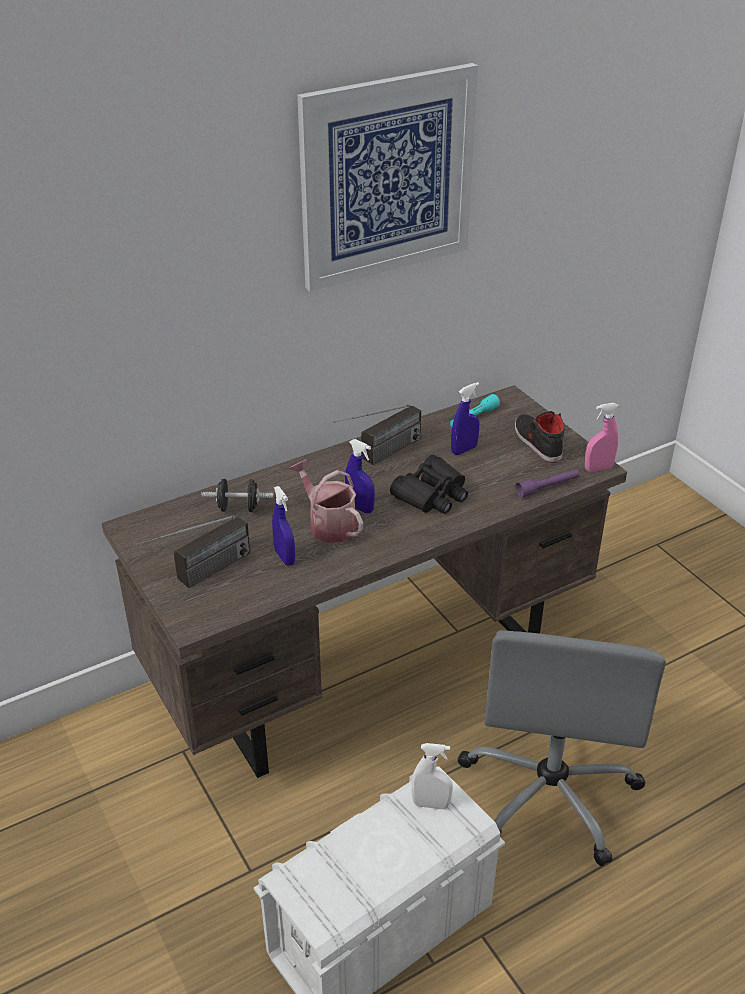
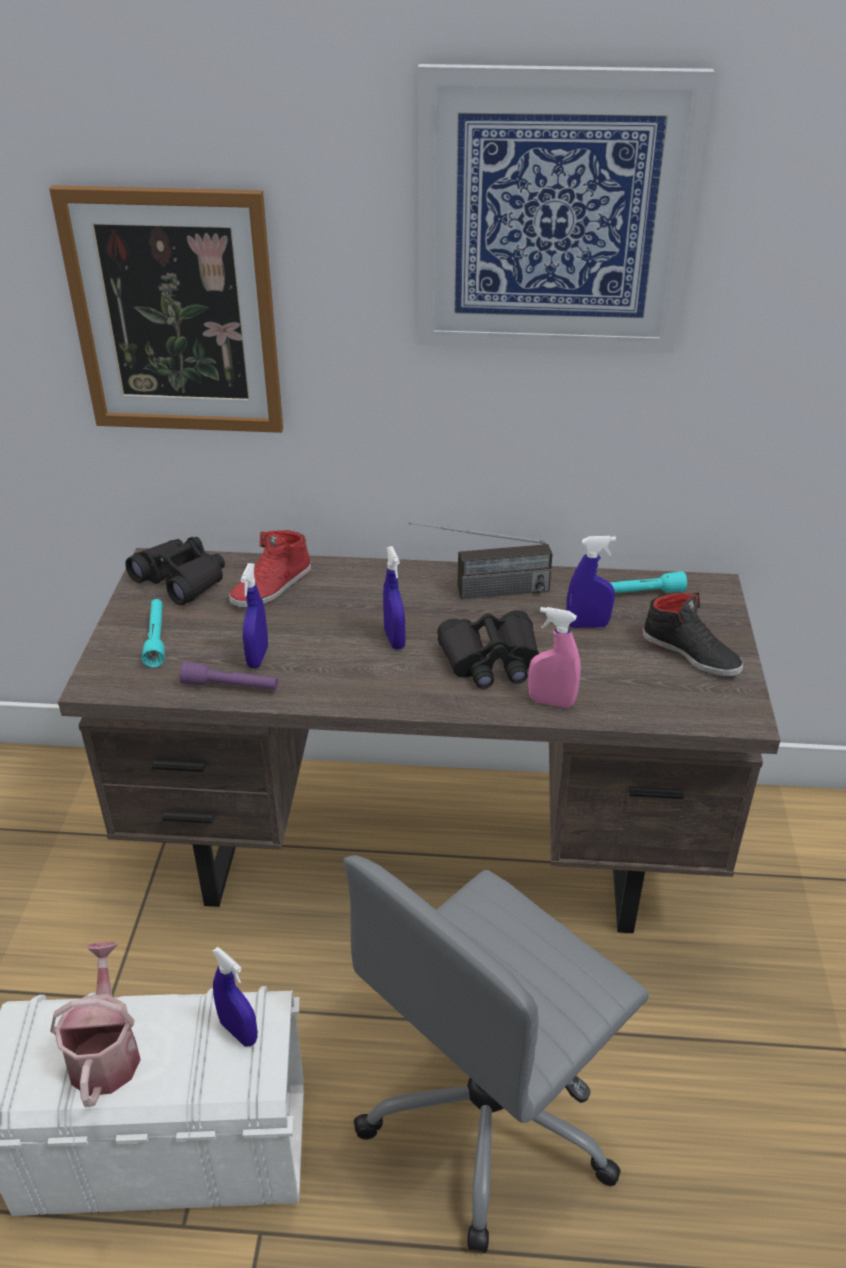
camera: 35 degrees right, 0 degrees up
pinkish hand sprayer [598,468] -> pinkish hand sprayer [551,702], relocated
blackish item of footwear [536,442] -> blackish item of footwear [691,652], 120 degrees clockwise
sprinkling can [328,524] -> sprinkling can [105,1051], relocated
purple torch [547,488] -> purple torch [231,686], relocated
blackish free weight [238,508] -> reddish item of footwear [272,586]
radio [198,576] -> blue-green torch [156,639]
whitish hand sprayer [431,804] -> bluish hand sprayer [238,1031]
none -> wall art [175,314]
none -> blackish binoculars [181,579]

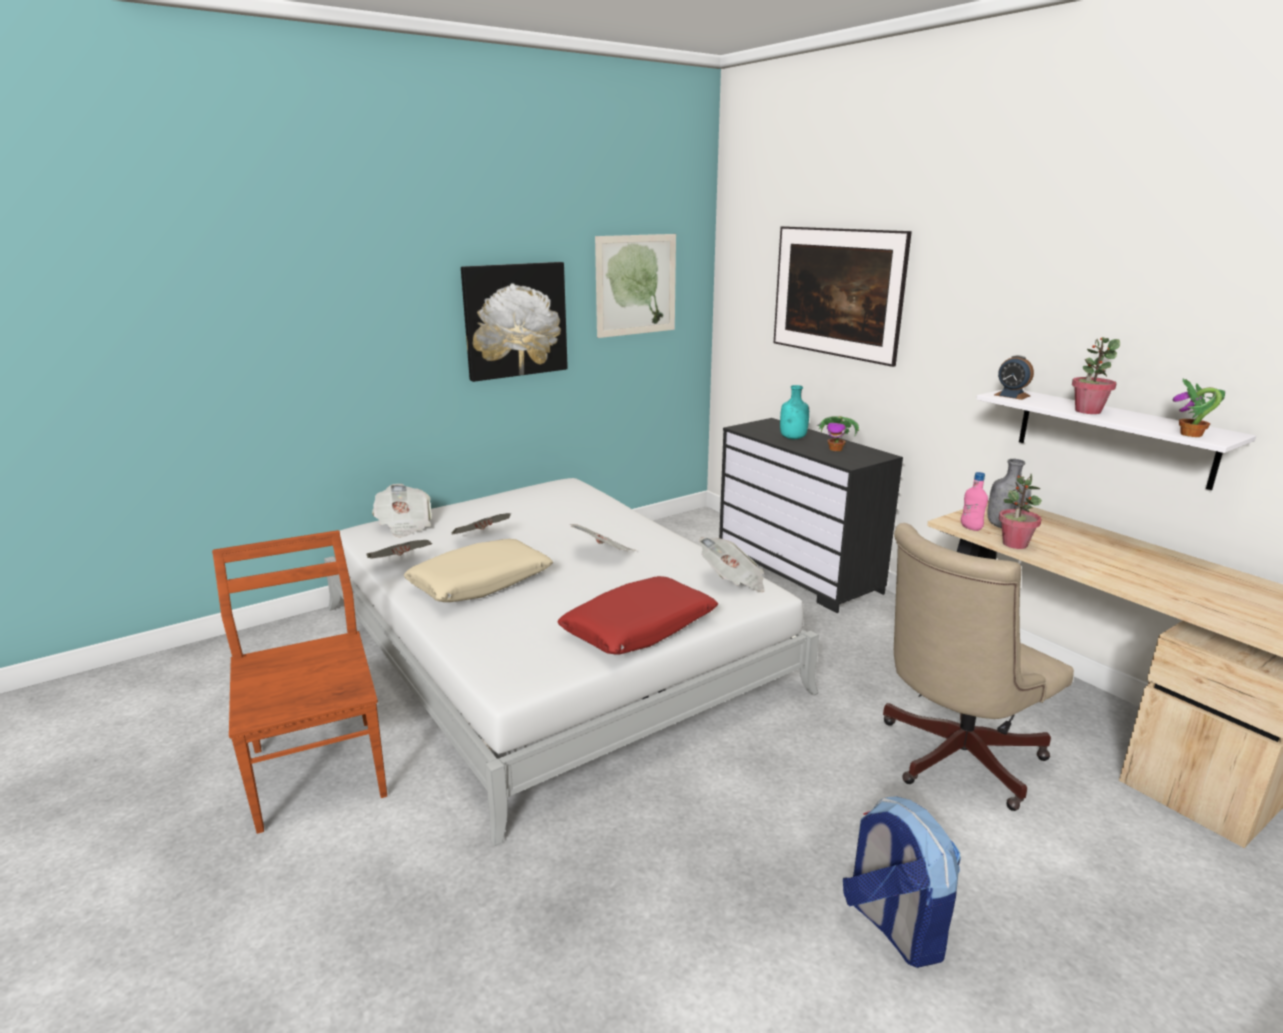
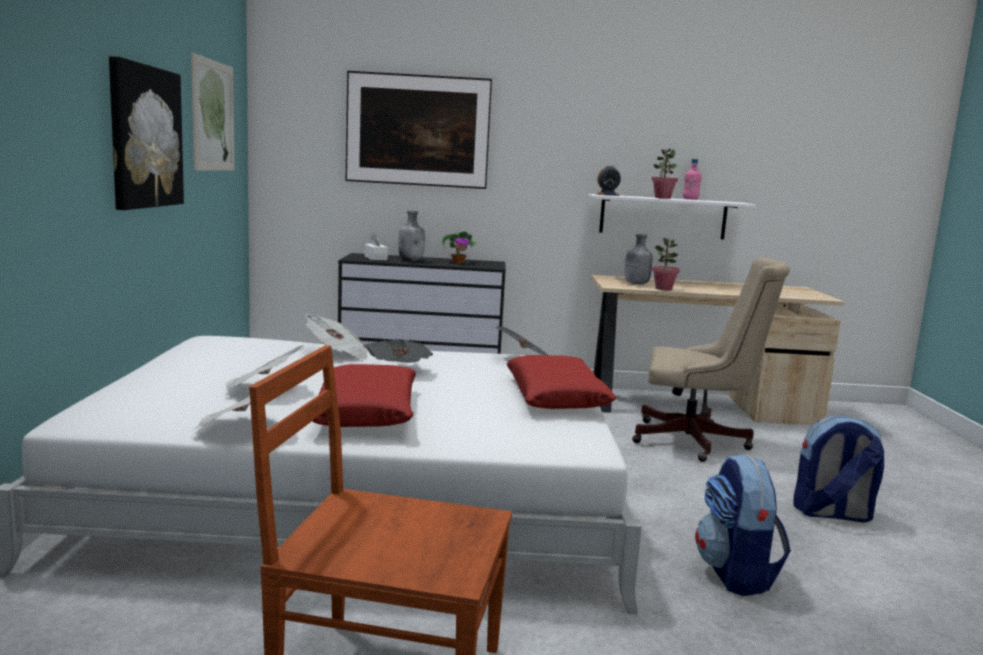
camera: 55 degrees left, 10 degrees down
potted plant [1191,434] -> none
blue-green drink bottle [793,438] -> gray drink bottle [411,260]
pinkish drink bottle [971,528] -> pinkish drink bottle [690,199], relocated
daily paper [404,525] -> daily paper [338,354], relocated
sand-coloured desk chair [952,758] -> sand-coloured desk chair [697,442], 75 degrees counterclockwise
sand-coloured pillow [480,583] -> reddish pillow [367,412]
none -> whitish tissue box [375,258]
none -> knapsack [736,574]

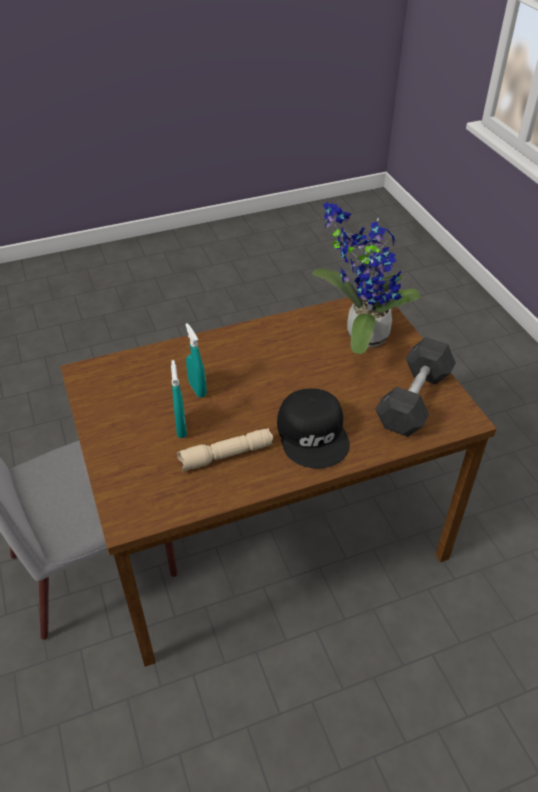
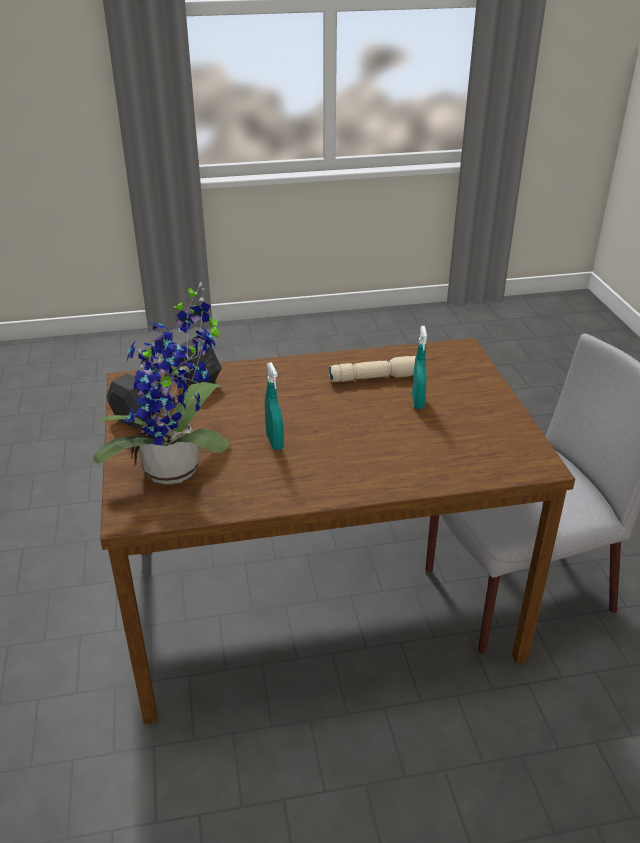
camera: 170 degrees left, 10 degrees down
blue-green hand sprayer [197,389] -> blue-green hand sprayer [274,442], relocated
blackish baseball cap [314,434] -> none

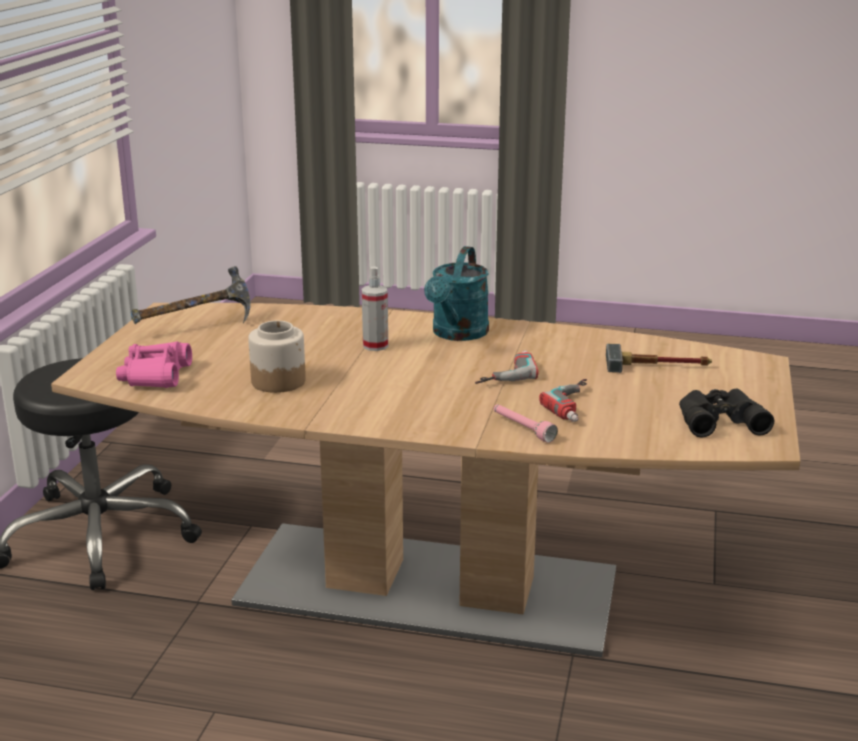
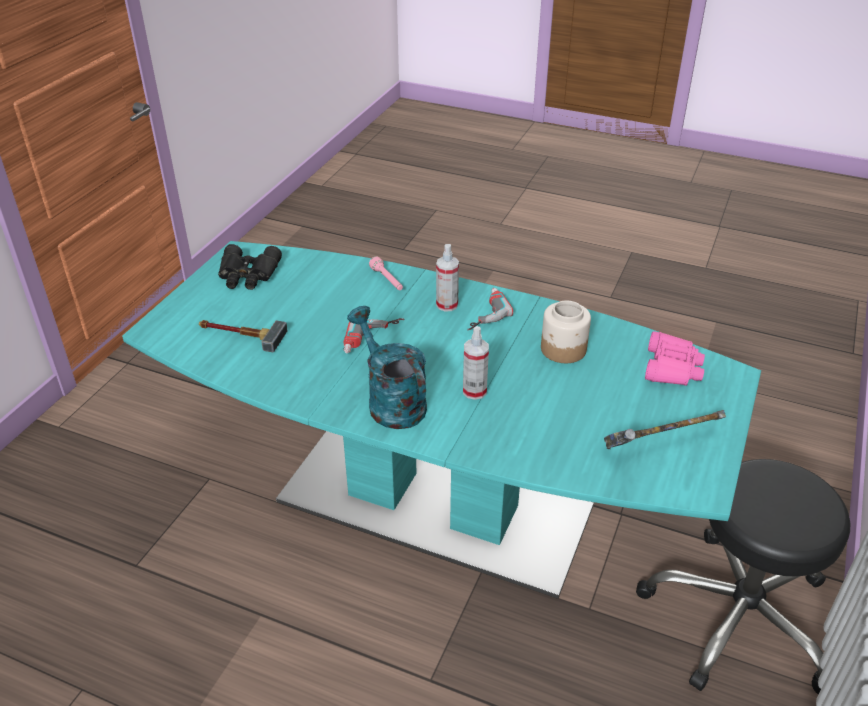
camera: 170 degrees left, 15 degrees up
blue-green sprinkling can [457,334] -> blue-green sprinkling can [391,401], 60 degrees counterclockwise
brown dining table [430,588] -> blue-green dining table [433,503]
drill [579,406] -> drill [482,312], relocated
none -> hand sprayer [447,305]

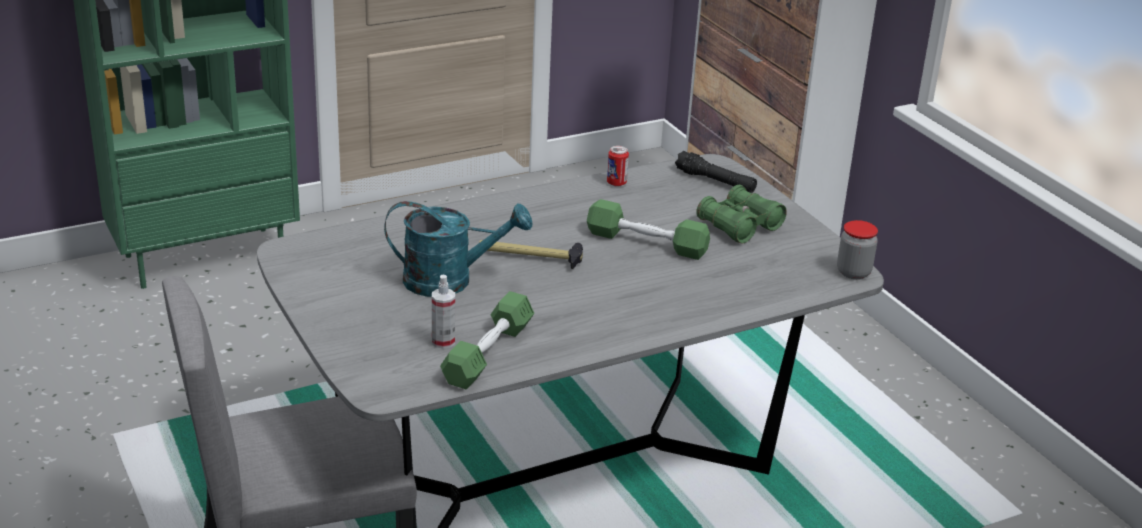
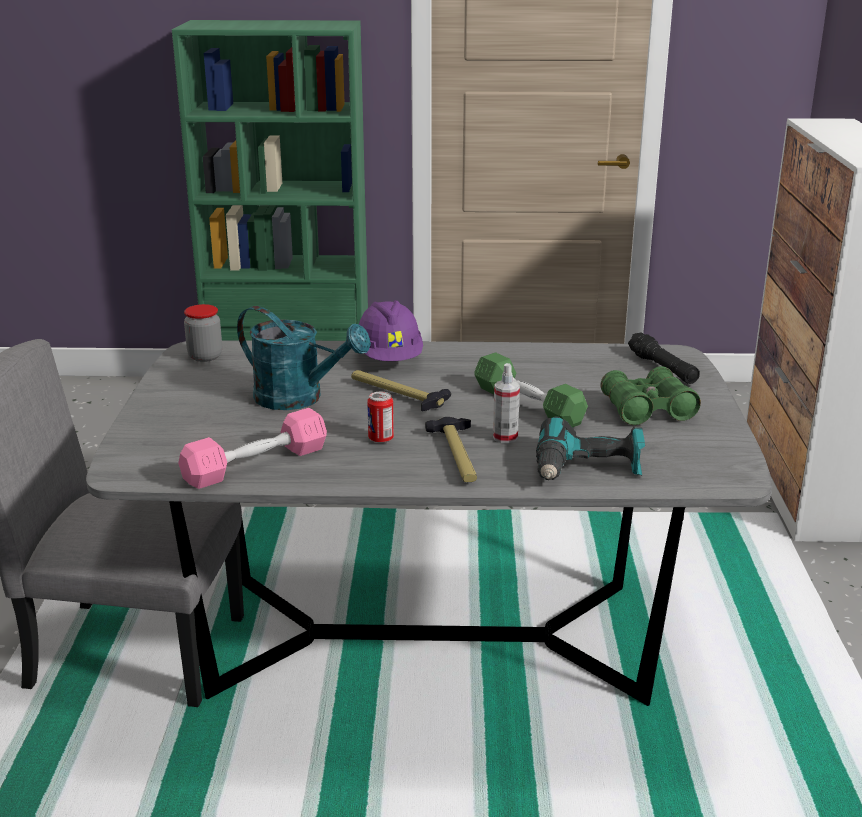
camera: 30 degrees right, 5 degrees down
metal can [616,183] -> metal can [381,439], relocated
preserve jar [853,272] -> preserve jar [205,356], relocated
hand sprayer [443,342] -> hand sprayer [505,437], relocated
greenish free weight [488,354] -> pinkish free weight [256,464]
none -> purple work helmet [389,359]
none -> hand hammer [458,456]
none -> drill [588,469]

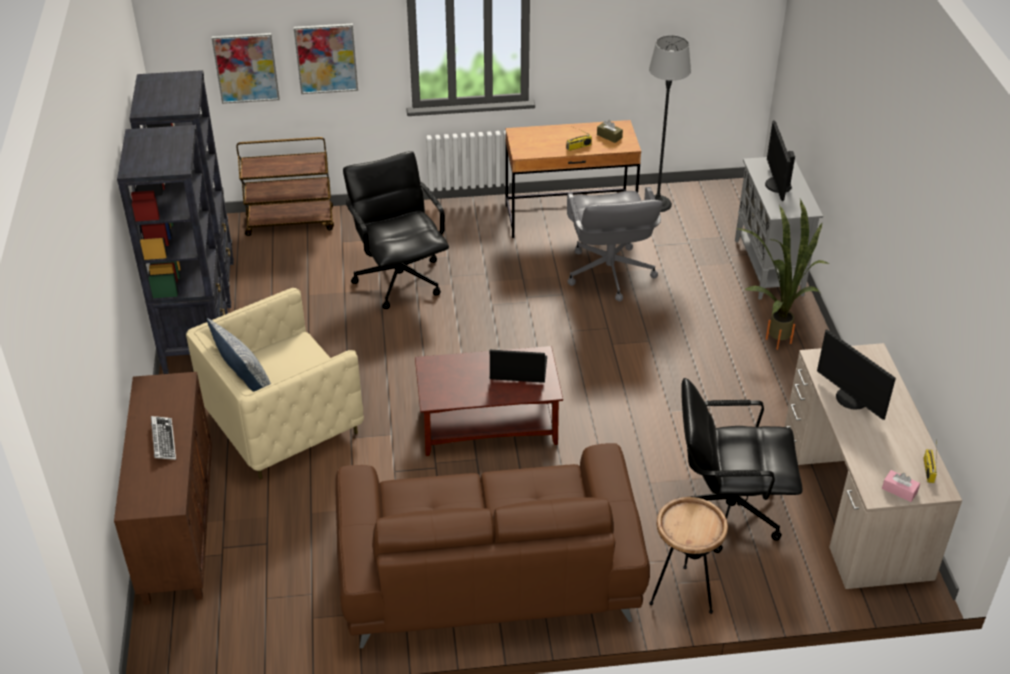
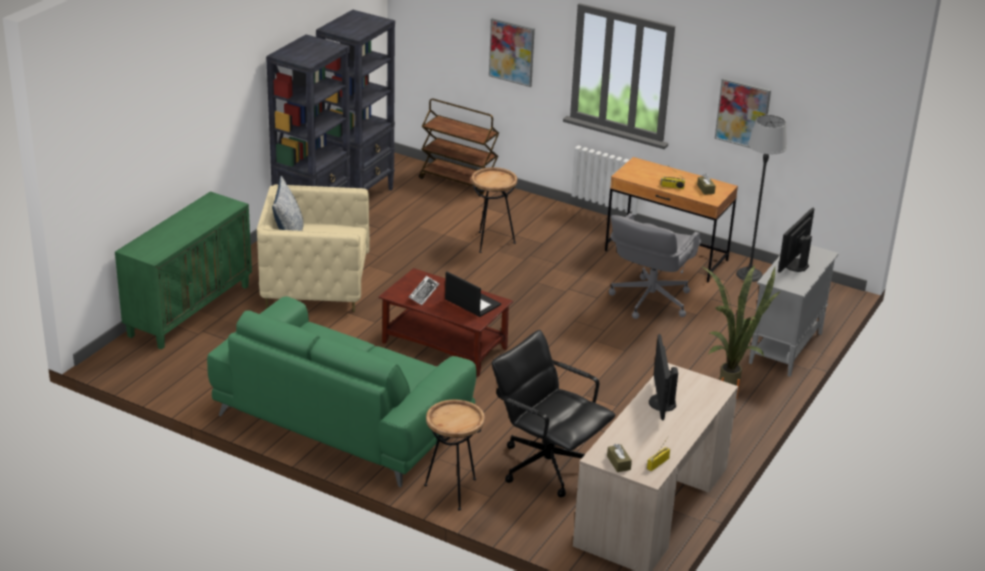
camera: 35 degrees right, 10 degrees down
wall art [246,68] -> wall art [742,114], relocated
blackish desk chair [400,279] -> brown side table [491,242]
brown storage cabinet [178,528] -> greenish storage cabinet [189,310]
PC keyboard [163,441] -> PC keyboard [423,293], relocated
brown settee [488,573] -> greenish settee [342,418]
pinkish tissue box [899,490] -> brown tissue box [618,463]

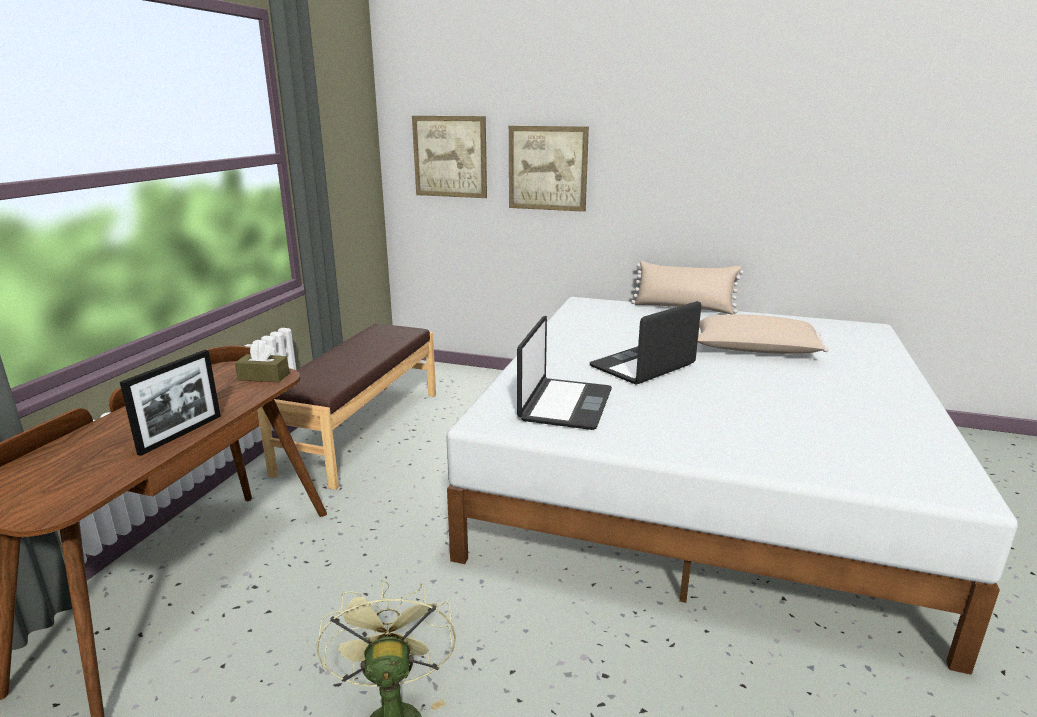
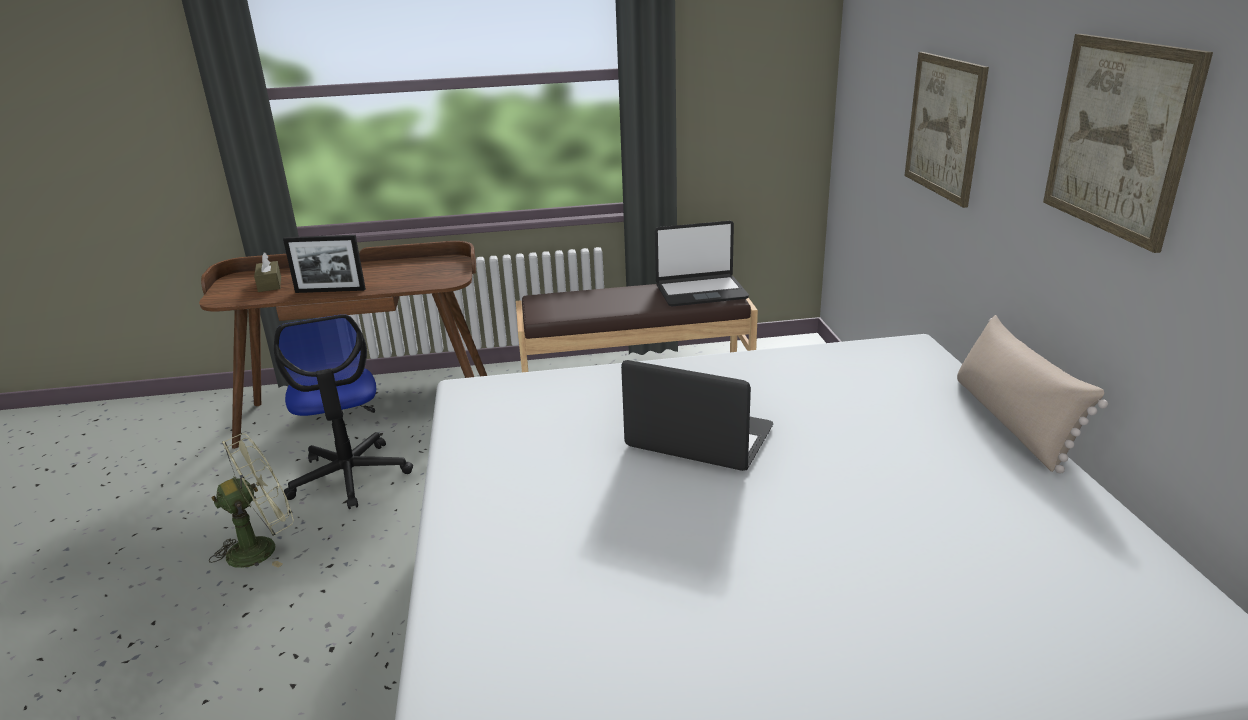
camera: 65 degrees right, 5 degrees up
wall art [450,156] -> wall art [1119,137], relocated
sand-coloured pillow [754,352] -> none
laptop [564,405] -> laptop [701,292], relocated
brown tissue box [263,377] -> brown tissue box [269,284], relocated
none -> desk chair [349,476]

